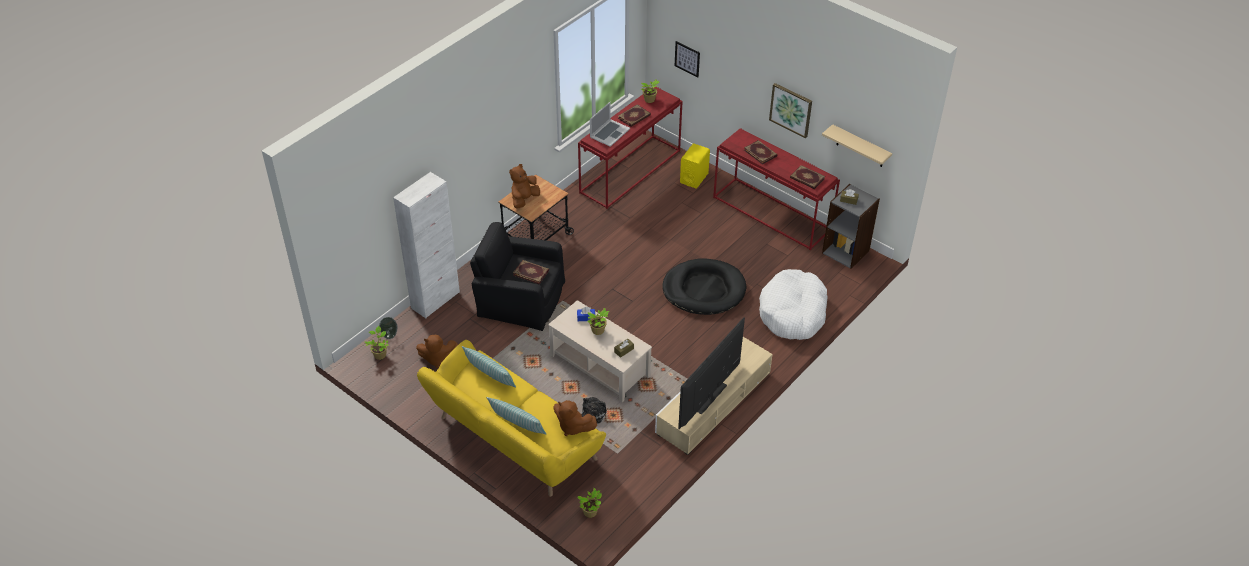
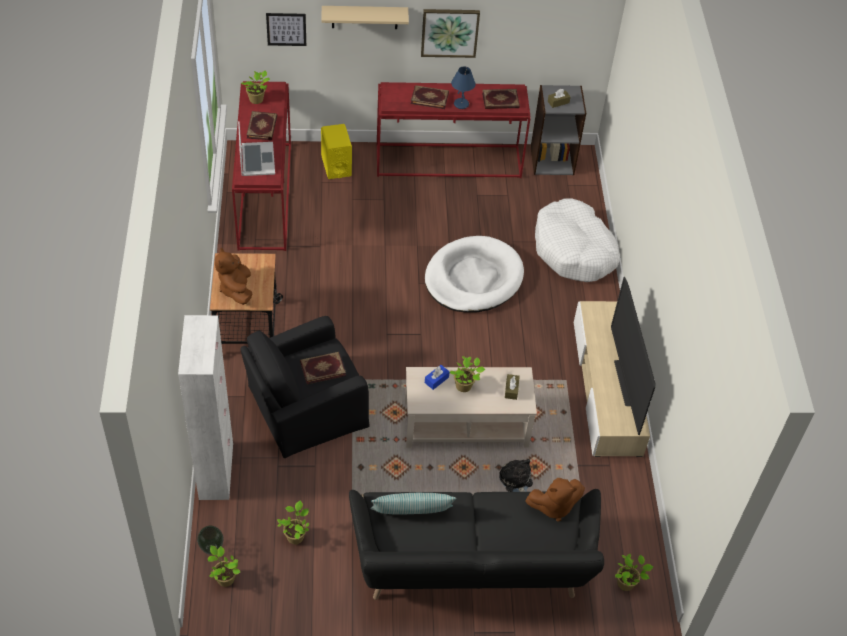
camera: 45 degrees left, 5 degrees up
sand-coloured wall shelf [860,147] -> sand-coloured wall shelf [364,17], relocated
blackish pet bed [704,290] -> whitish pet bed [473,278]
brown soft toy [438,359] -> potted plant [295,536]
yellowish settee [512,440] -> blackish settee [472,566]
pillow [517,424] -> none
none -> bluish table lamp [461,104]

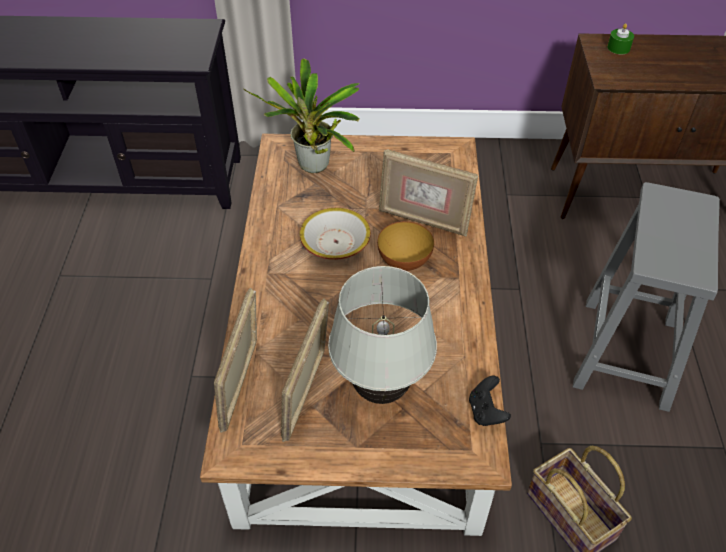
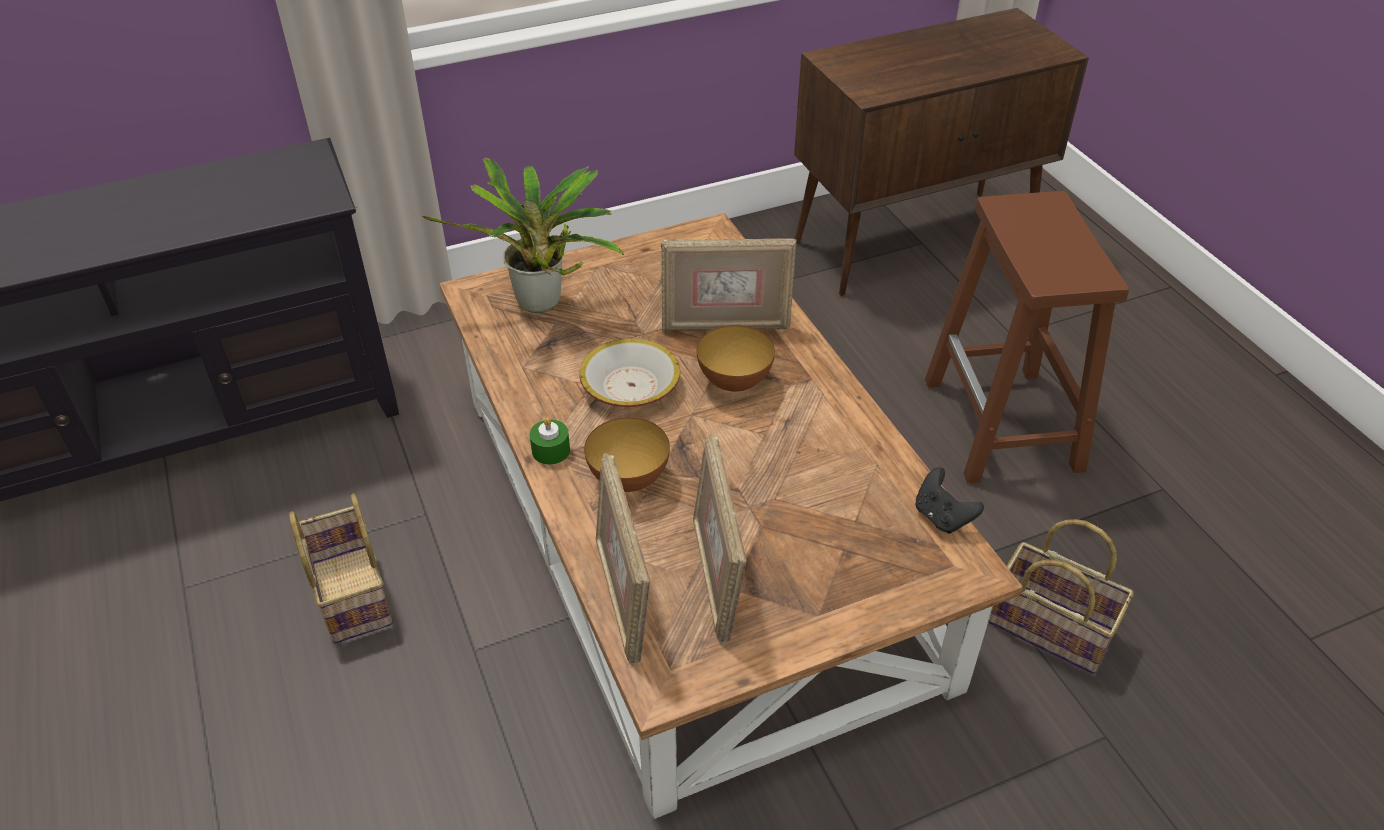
camera: 25 degrees left, 5 degrees down
greenish wax candle [618,48] -> greenish wax candle [551,450], relocated
gray stool [625,355] -> brown stool [1003,426]
whitish table lamp [381,390] -> none
none -> serving bowl [628,479]
none -> basket [349,592]

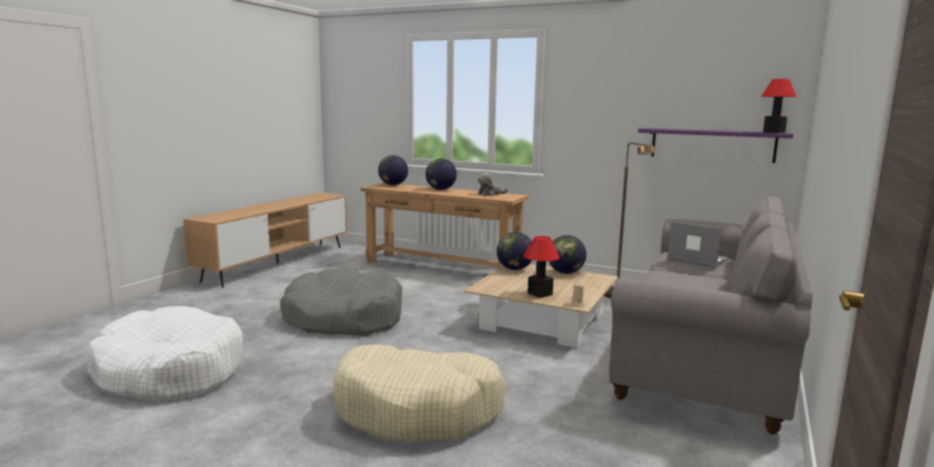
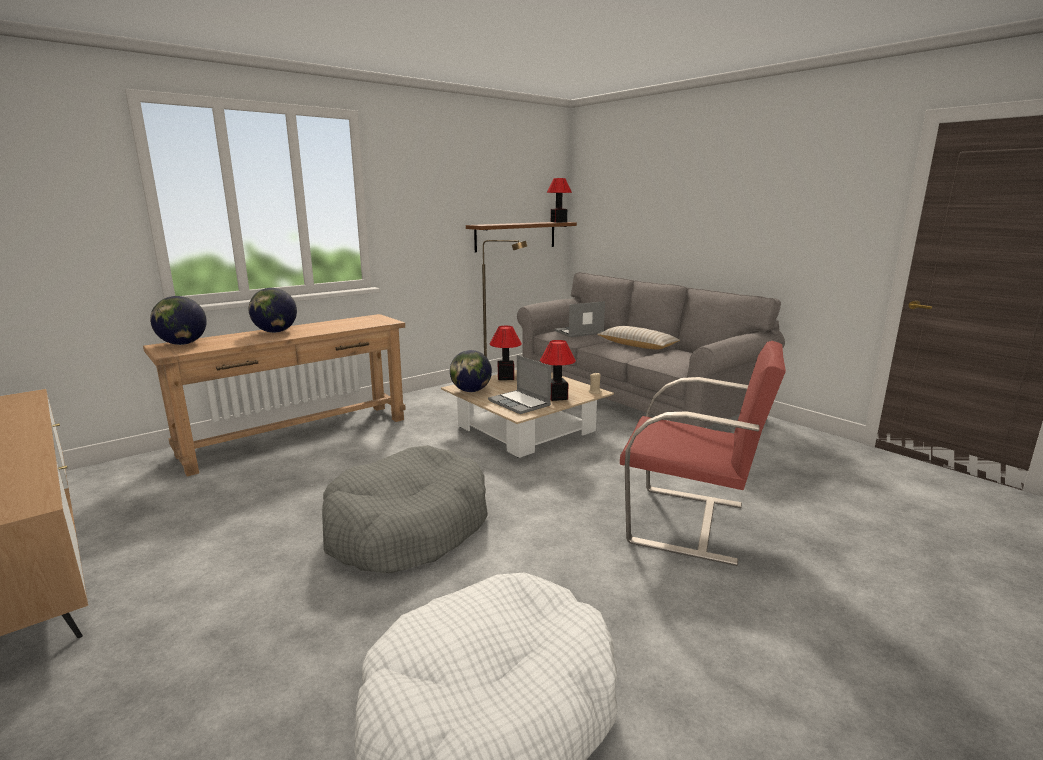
camera: 65 degrees left, 5 degrees up
purple wall shelf [712,144] -> brown wall shelf [516,236]
soft toy [490,194] -> none
desk globe [565,273] -> table lamp [505,377]
sand-coloured pet bed [418,410] -> reddish lounge chair [689,523]
none -> sand-coloured pillow [637,346]
none -> laptop [520,403]

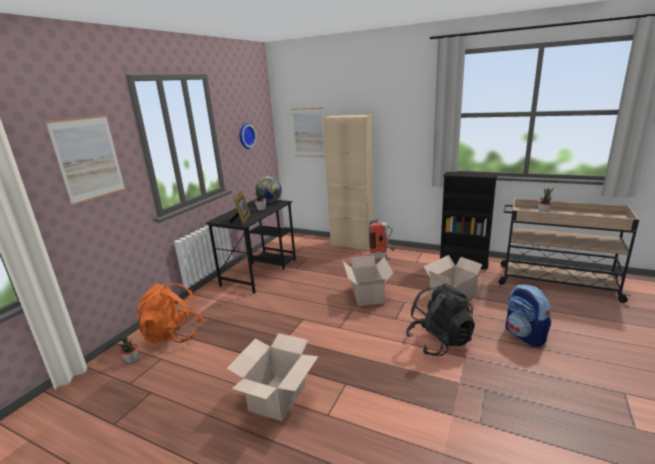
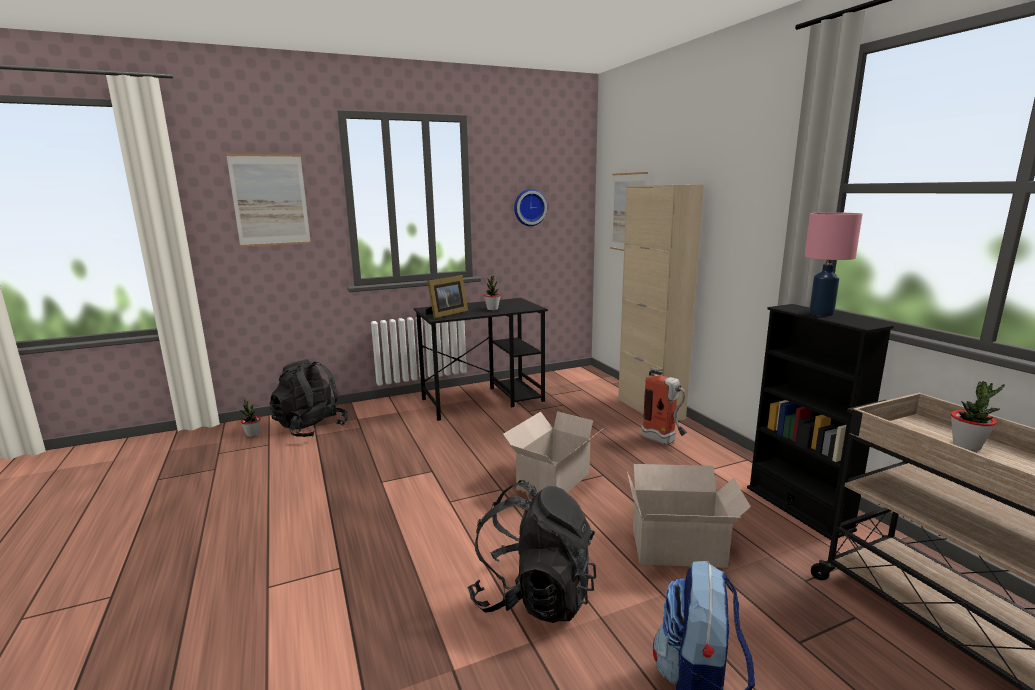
camera: 40 degrees right, 5 degrees down
desk globe [270,202] -> none
orange-coloured knapsack [173,335] -> blackish knapsack [311,428]
cardboard box [277,397] -> none
none -> pinkish table lamp [821,313]

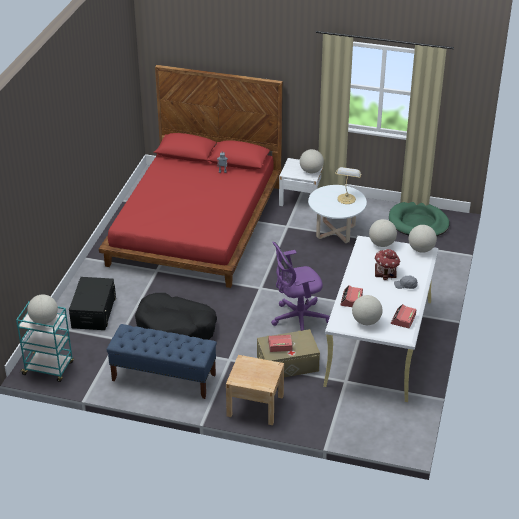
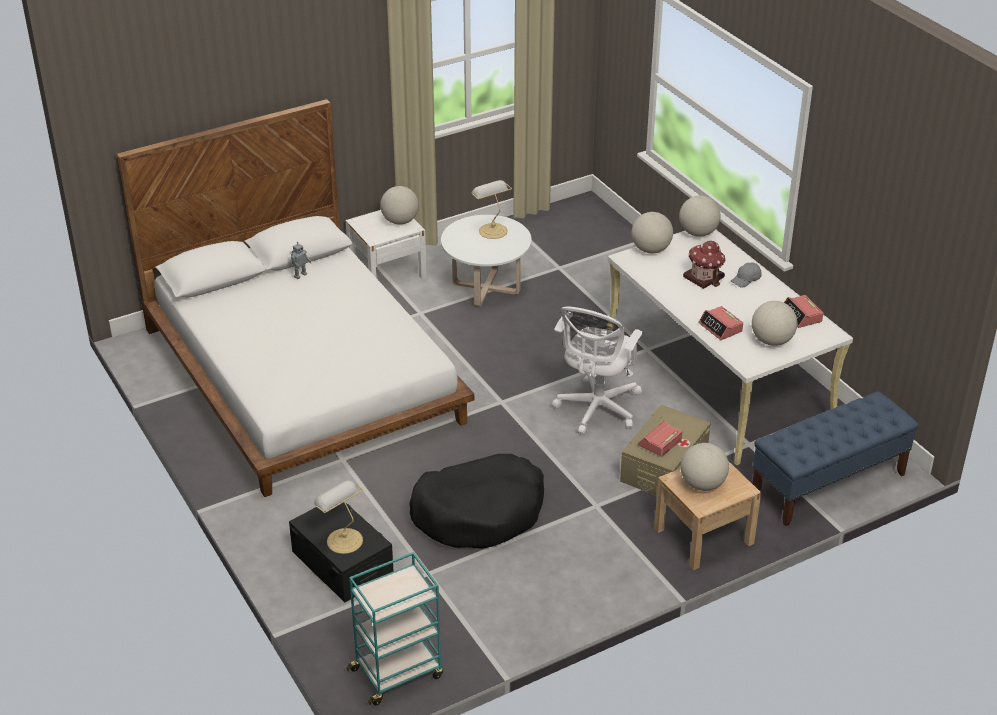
camera: 45 degrees left, 0 degrees up
reddish bed [196,225] -> whitish bed [305,374]
greenish pet bed [418,223] -> none
purple desk chair [297,319] -> whitish desk chair [596,410]
desk globe [44,320] -> desk globe [702,484], relocated
bluish long seat [163,377] -> bluish long seat [828,484], relocated
none -> table lamp [343,540]

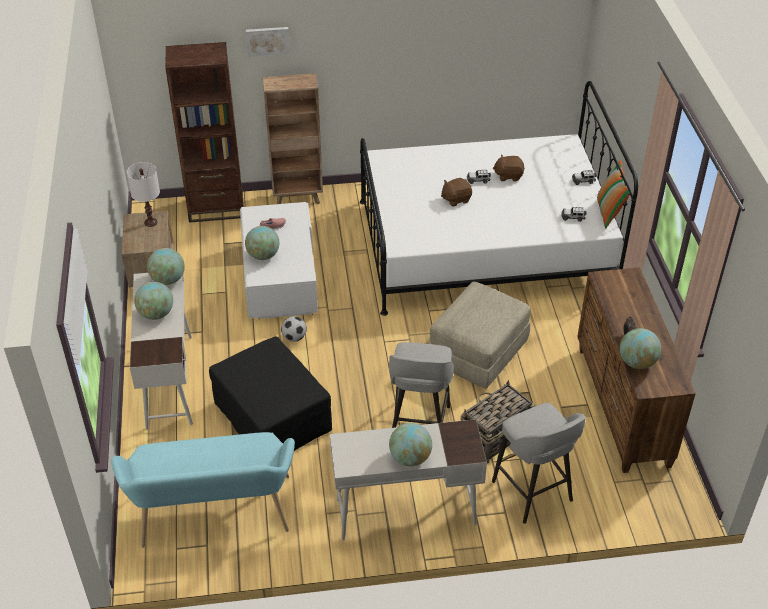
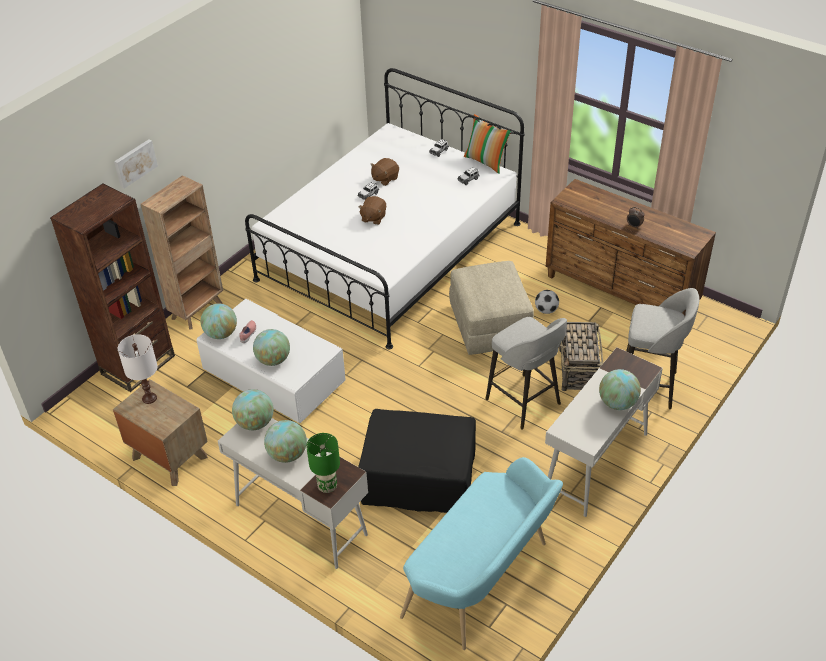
camera: 45 degrees left, 0 degrees up
football [294,337] -> football [546,310], relocated
desk globe [637,362] -> desk globe [221,334], relocated
none -> greenish table lamp [328,486]

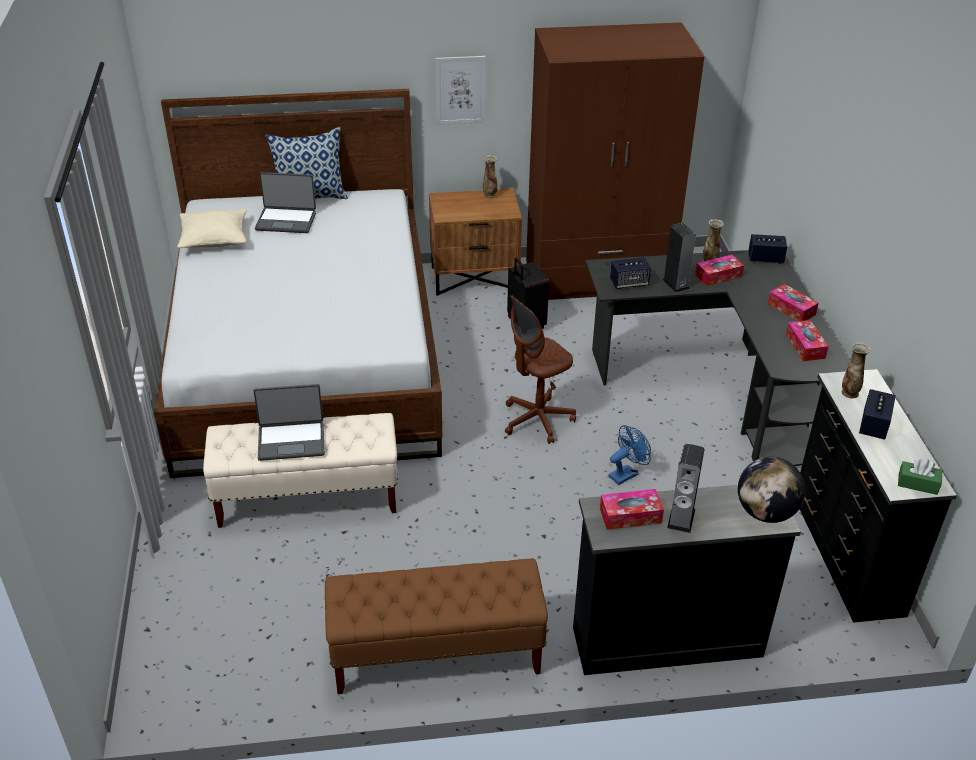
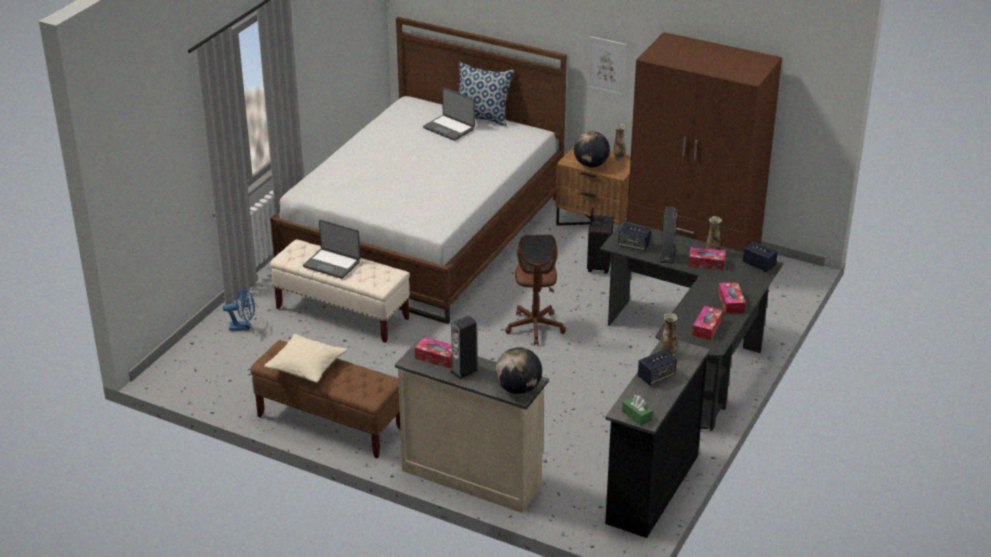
camera: 35 degrees right, 5 degrees down
sand-coloured pillow [214,238] -> sand-coloured pillow [306,366], relocated
brown desk chair [537,420] -> brown desk chair [535,328], 90 degrees counterclockwise
bluish cooling fan [626,473] -> bluish cooling fan [243,327], relocated
blackish drawer chest [665,640] -> sand-coloured drawer chest [471,477]
none -> desk globe [591,165]

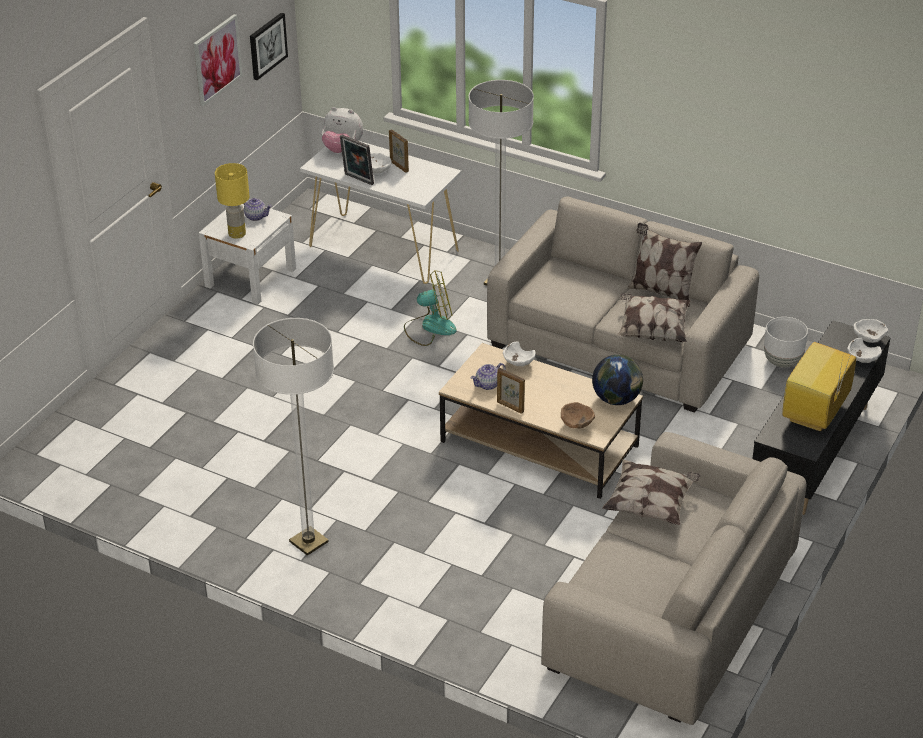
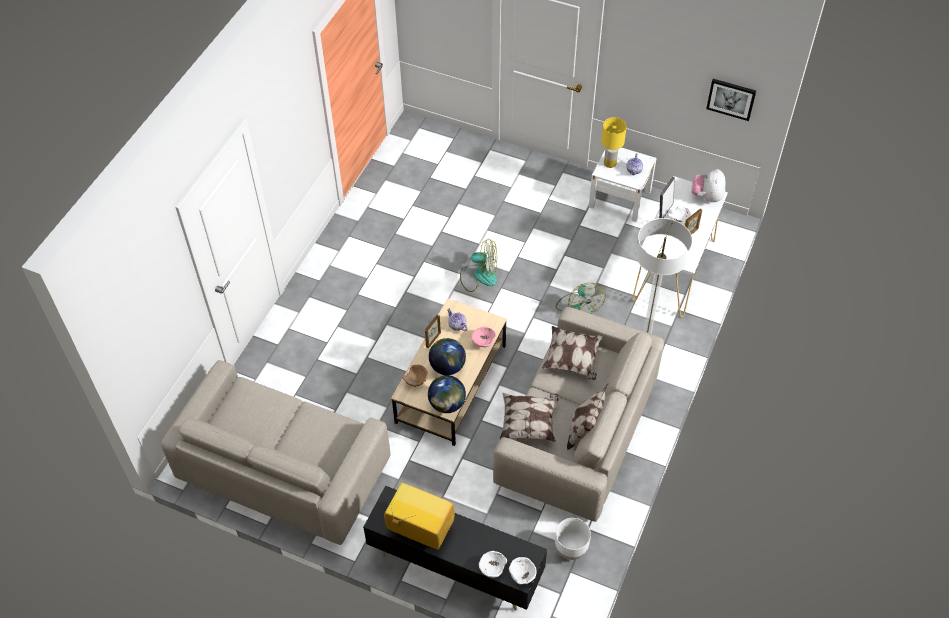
camera: 85 degrees right, 15 degrees up
wall art [217,59] -> none
floor lamp [308,542] -> none
whitish serving bowl [518,364] -> pinkish serving bowl [483,341]
pillow [651,505] -> pillow [572,360], relocated
none -> cooling fan [479,275]
none -> desk globe [447,366]

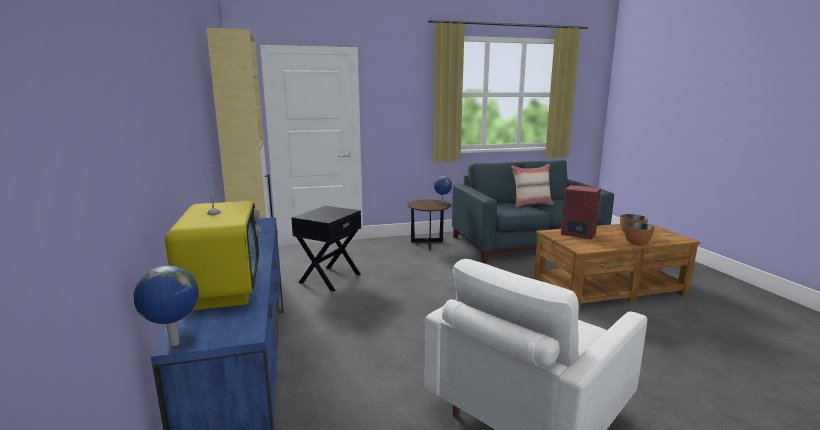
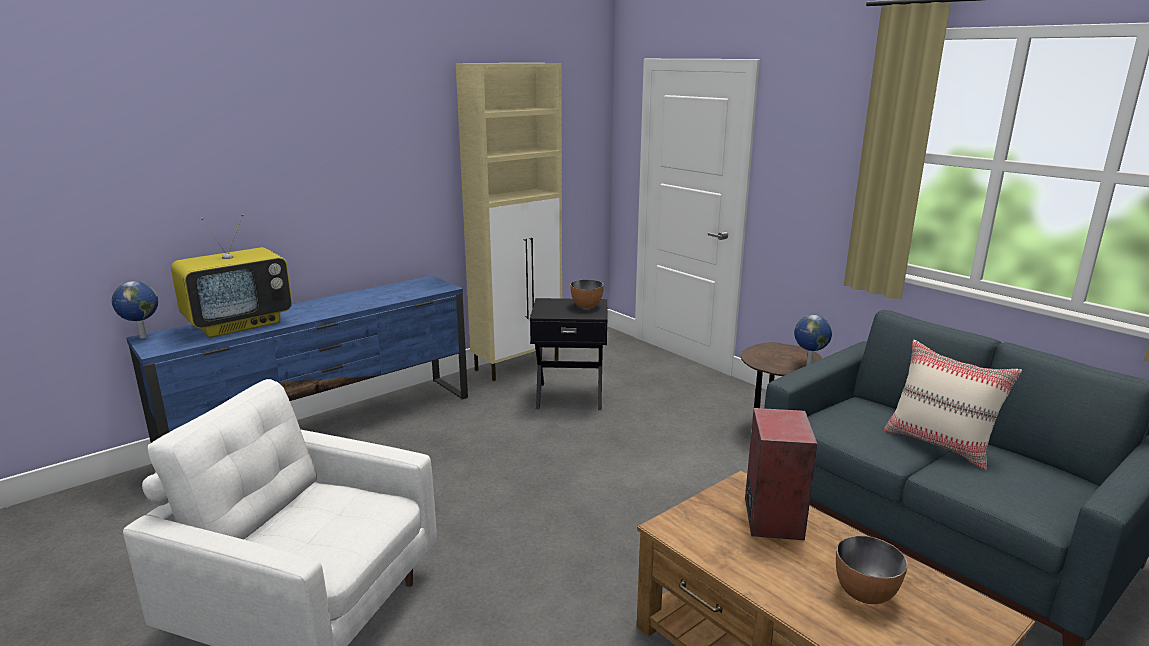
camera: 65 degrees right, 5 degrees up
serving bowl [637,243] -> serving bowl [586,306], relocated

